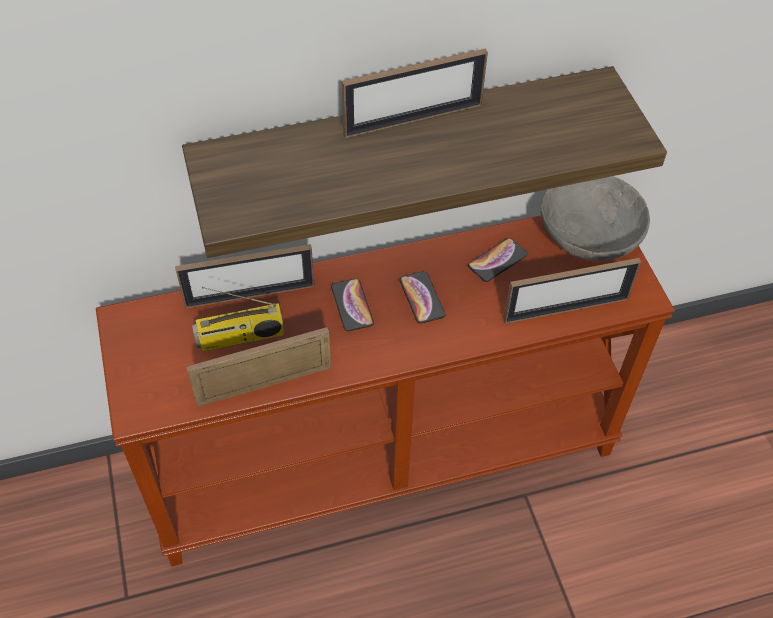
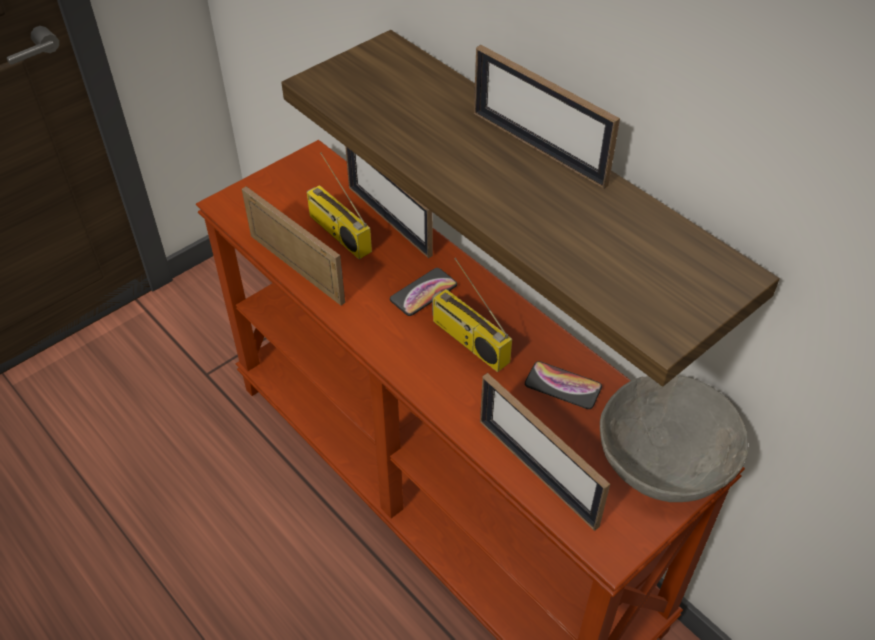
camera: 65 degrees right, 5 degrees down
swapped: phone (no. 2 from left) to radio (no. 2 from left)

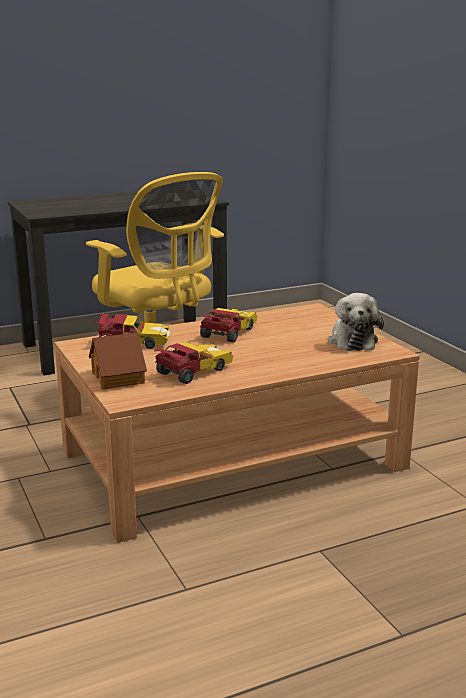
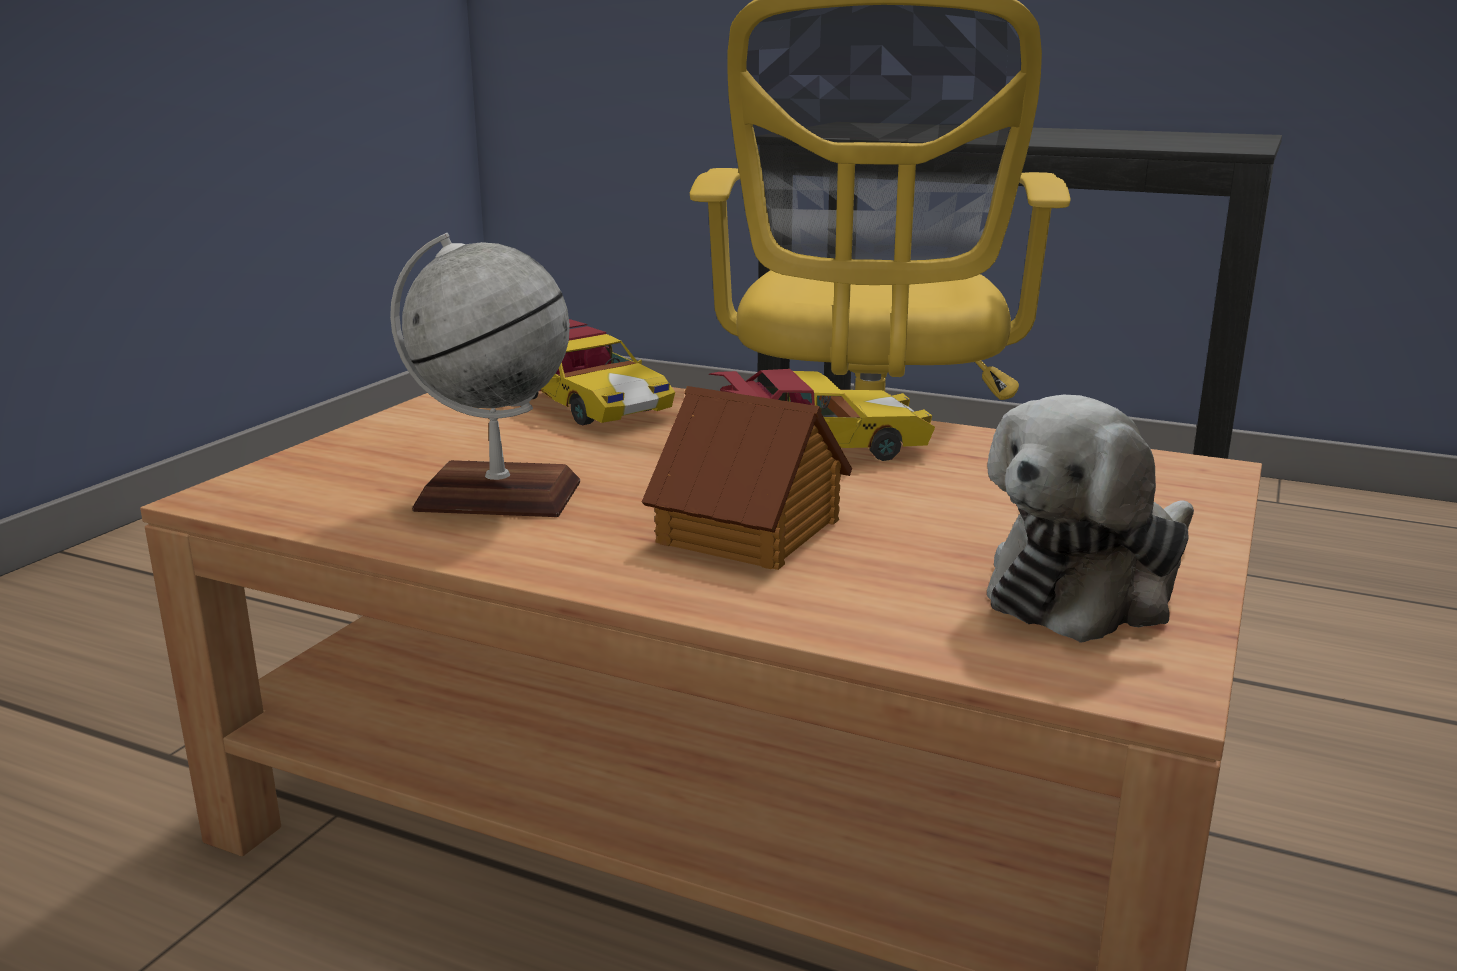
camera: 50 degrees right, 0 degrees up
shifted: toy house
swapped: miniature car (no. 2 from left) to world globe

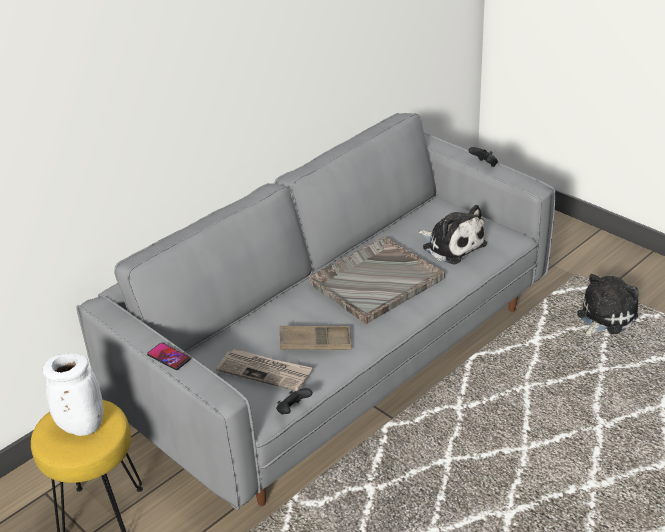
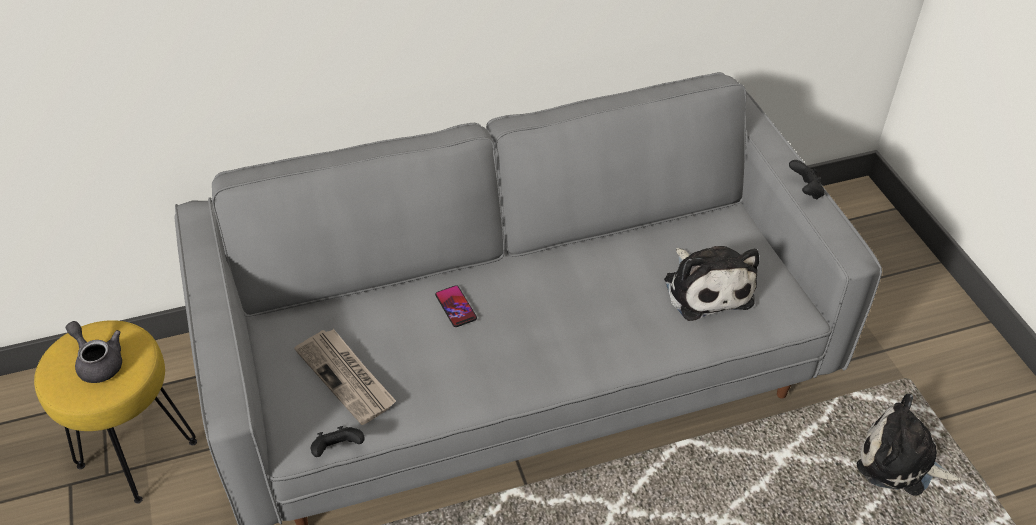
camera: 25 degrees right, 10 degrees up
gone: brown tray; greyish tray
shifted: phone
swapped: white vase to greyish teapot
rotated: plush toy (no. 2 from left) 135 degrees counterclockwise

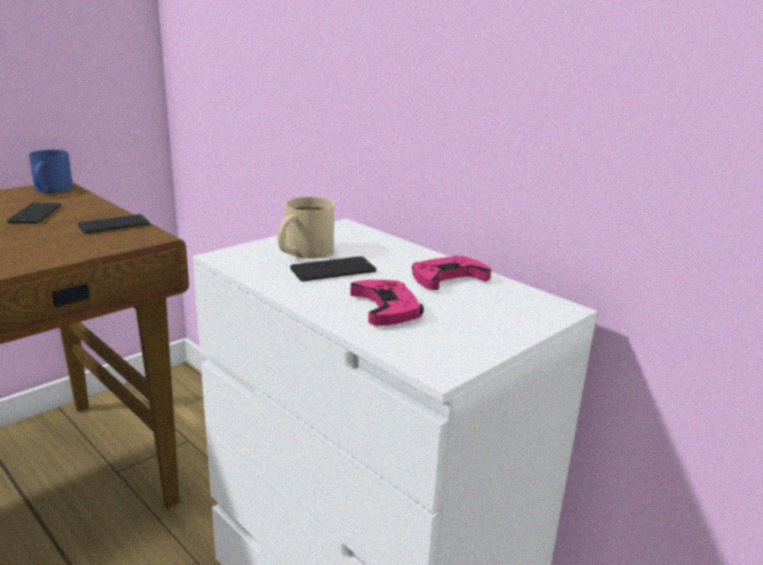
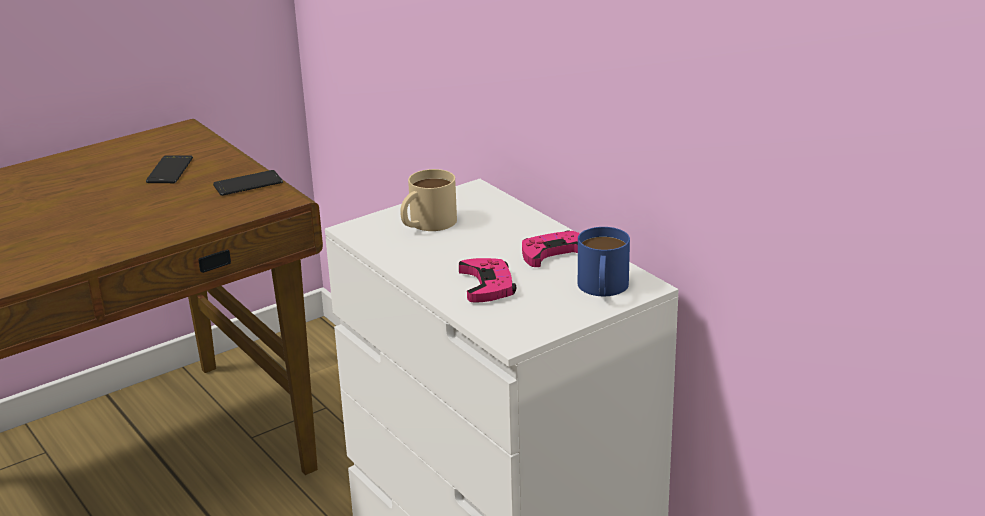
camera: 10 degrees right, 5 degrees up
gone: phone (no. 3 from left)
shifted: bluish tea mug

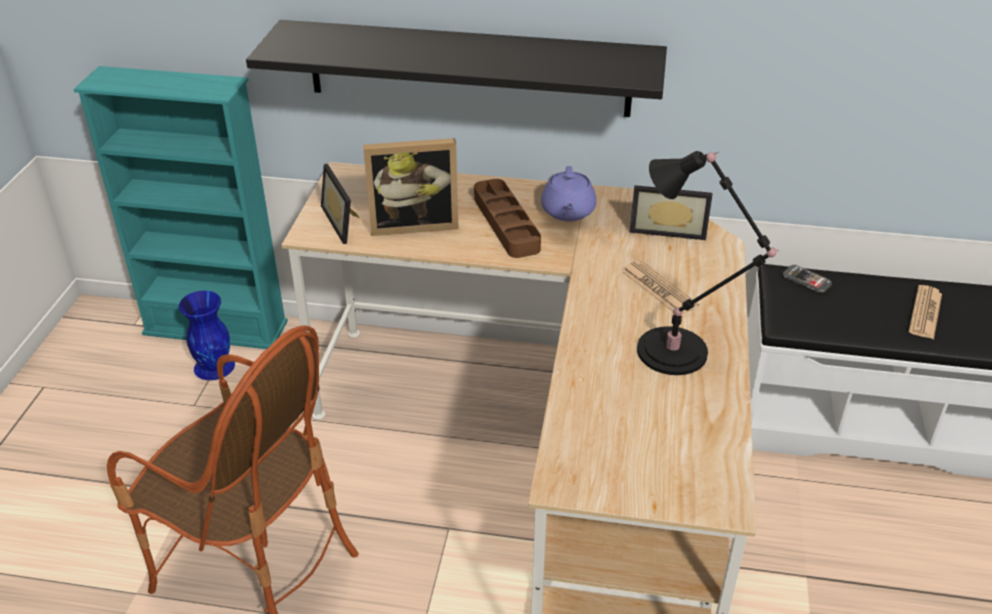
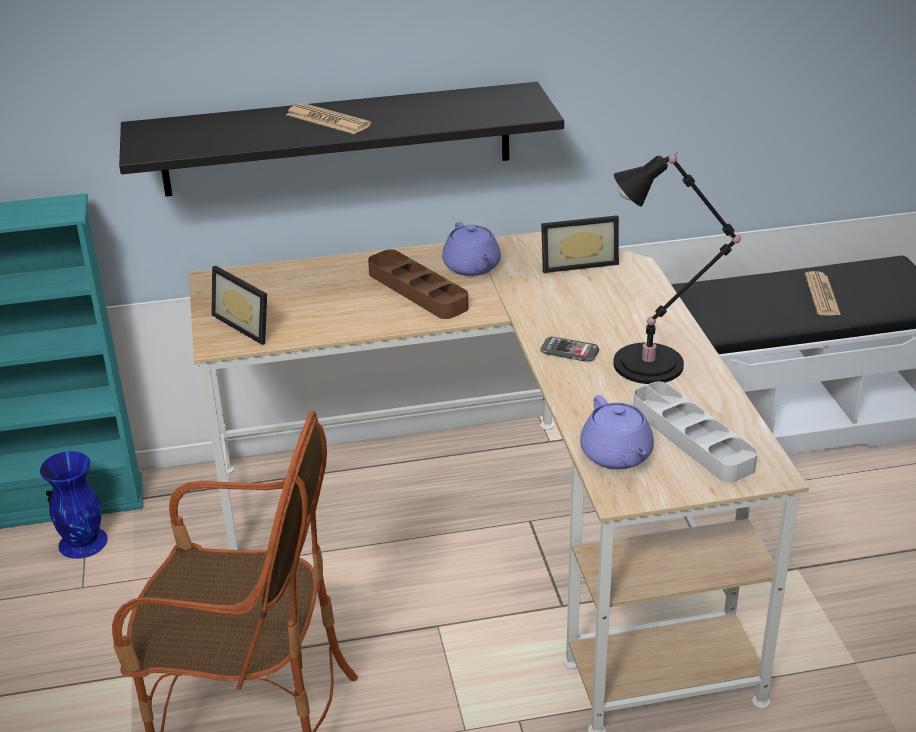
camera: 20 degrees left, 5 degrees down
gone: picture frame (no. 2 from left)
new: purplish teapot (no. 2 from left); greyish tray
shifted: printed paper (no. 1 from left); phone

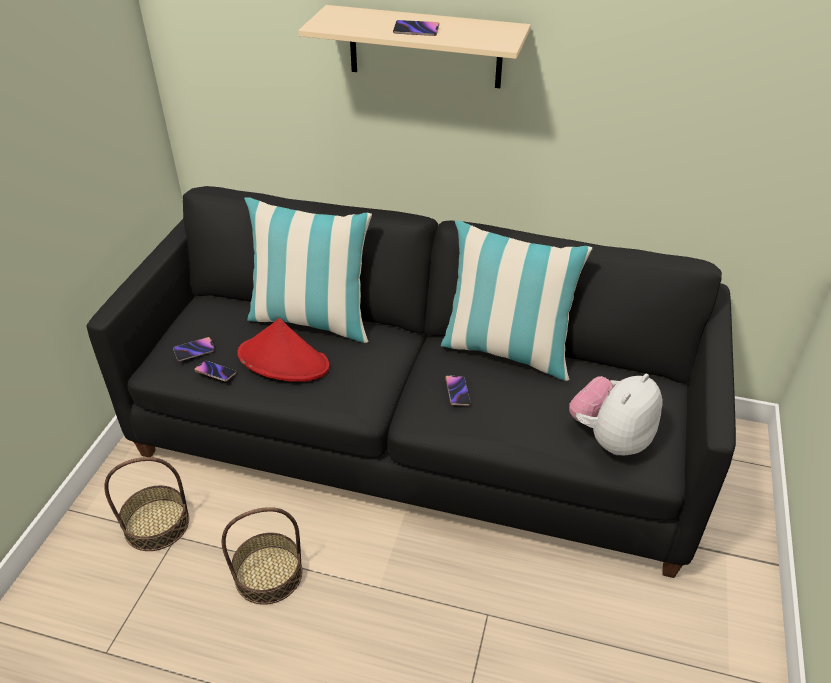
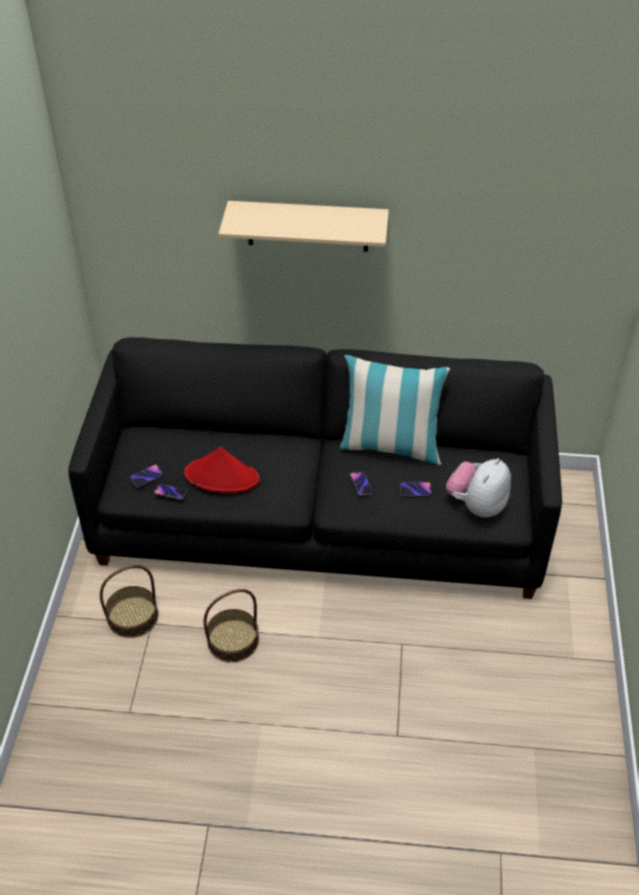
camera: 10 degrees left, 5 degrees up
gone: pillow (no. 1 from left)
shifted: phone (no. 3 from left in the first image) to phone (no. 4 from left)

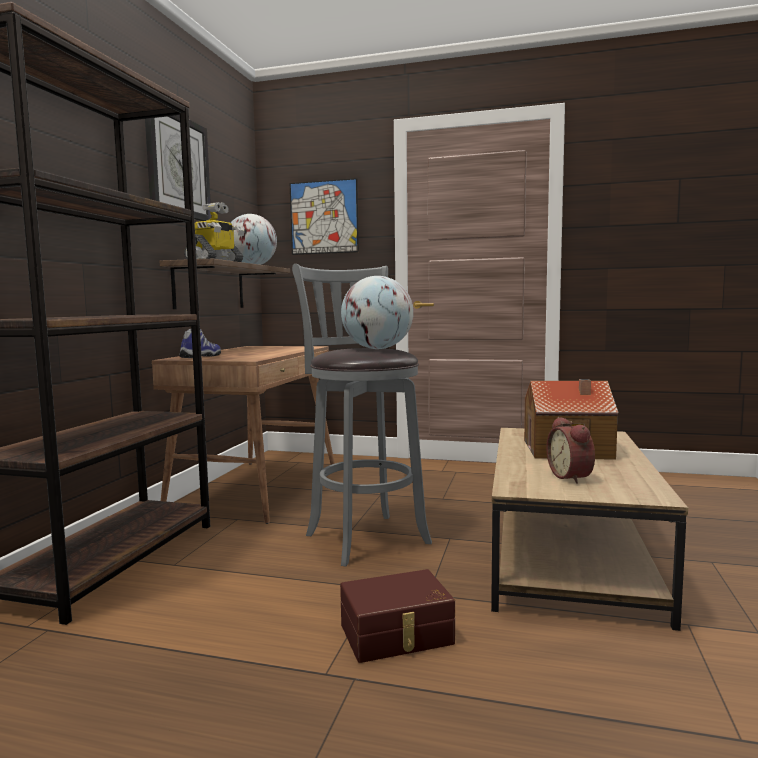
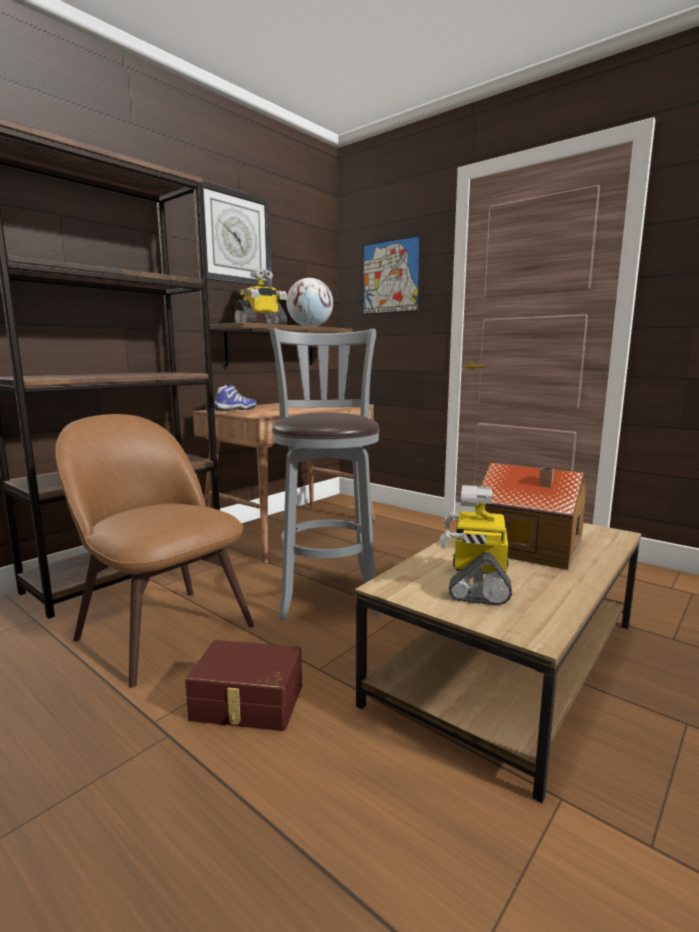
camera: 25 degrees right, 5 degrees up
gone: world globe (no. 2 from left)
new: brown chair
swapped: table clock to model robot (no. 2 from left)

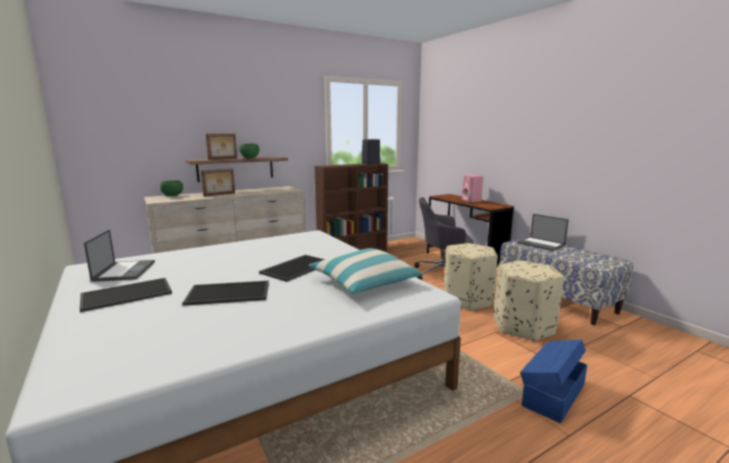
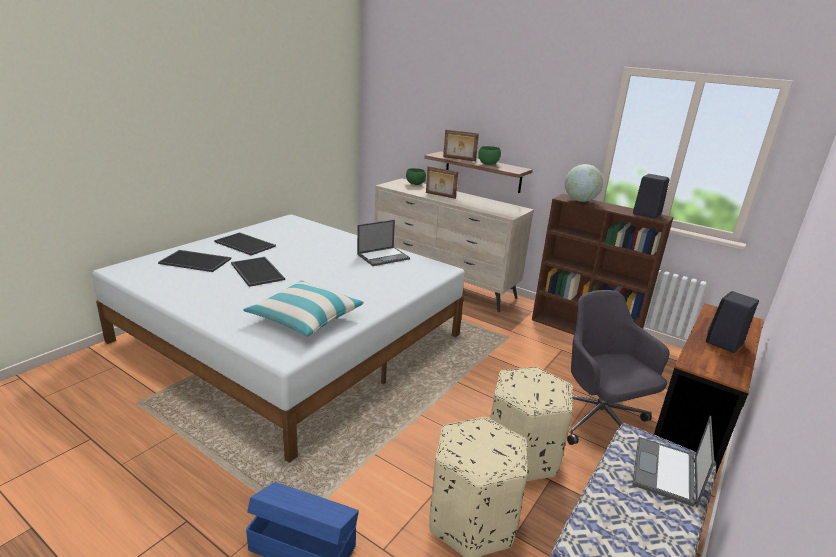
camera: 65 degrees right, 10 degrees up
new: world globe
shifted: tray (no. 3 from left in the first image) to tray (no. 1 from left); laptop (no. 1 from left)
repainted: pinkish audio speaker to black audio speaker (no. 2 from left)

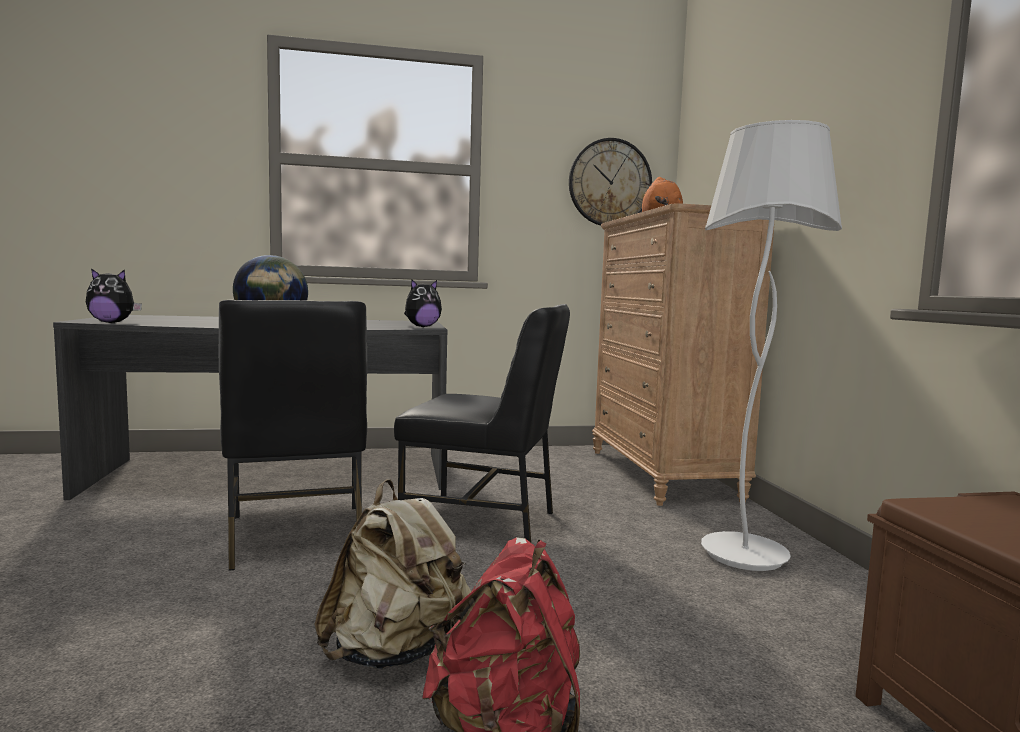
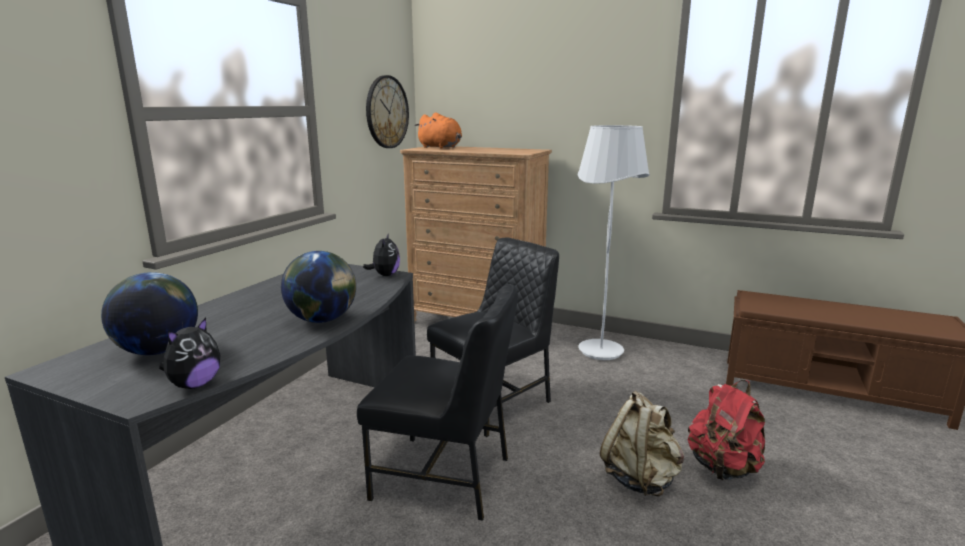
camera: 55 degrees left, 10 degrees up
new: world globe (no. 1 from left)

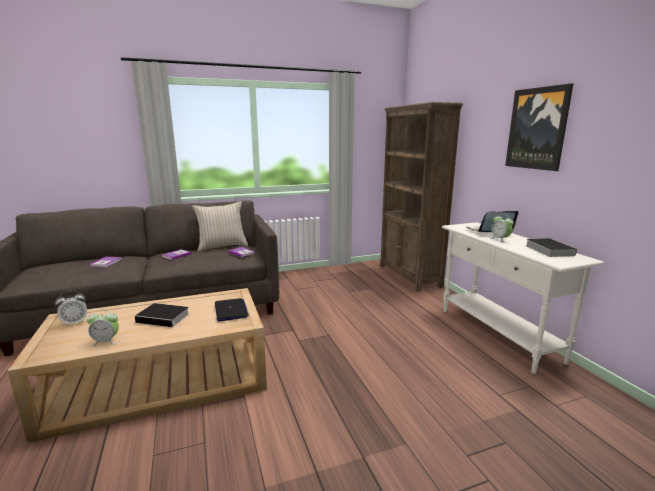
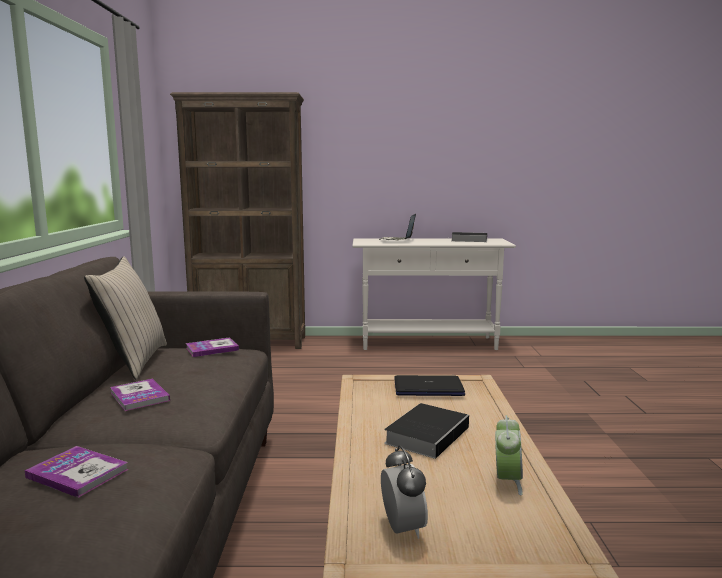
camera: 70 degrees left, 5 degrees down
gone: table clock (no. 3 from left); picture

